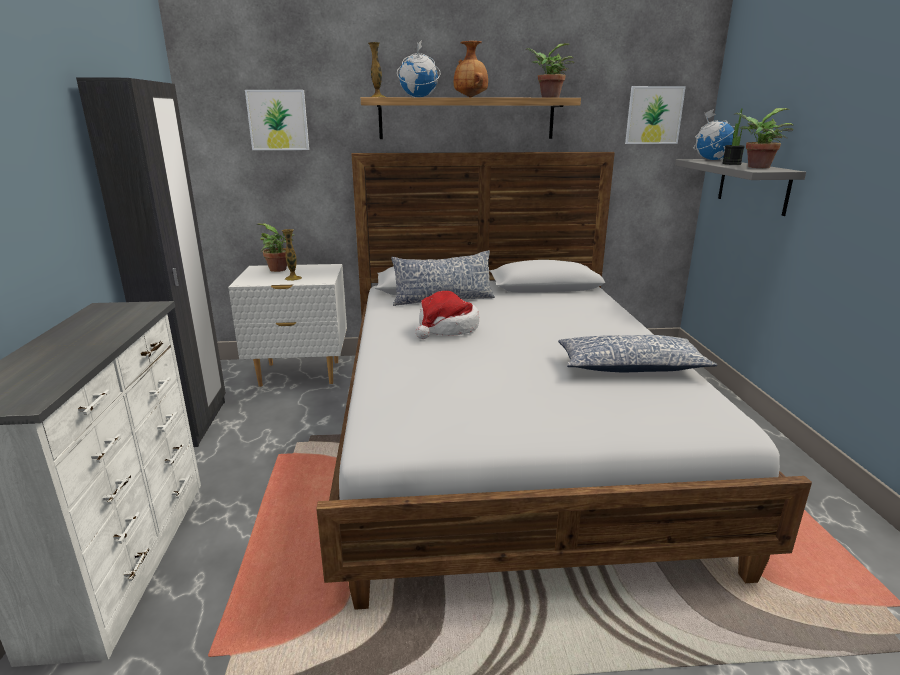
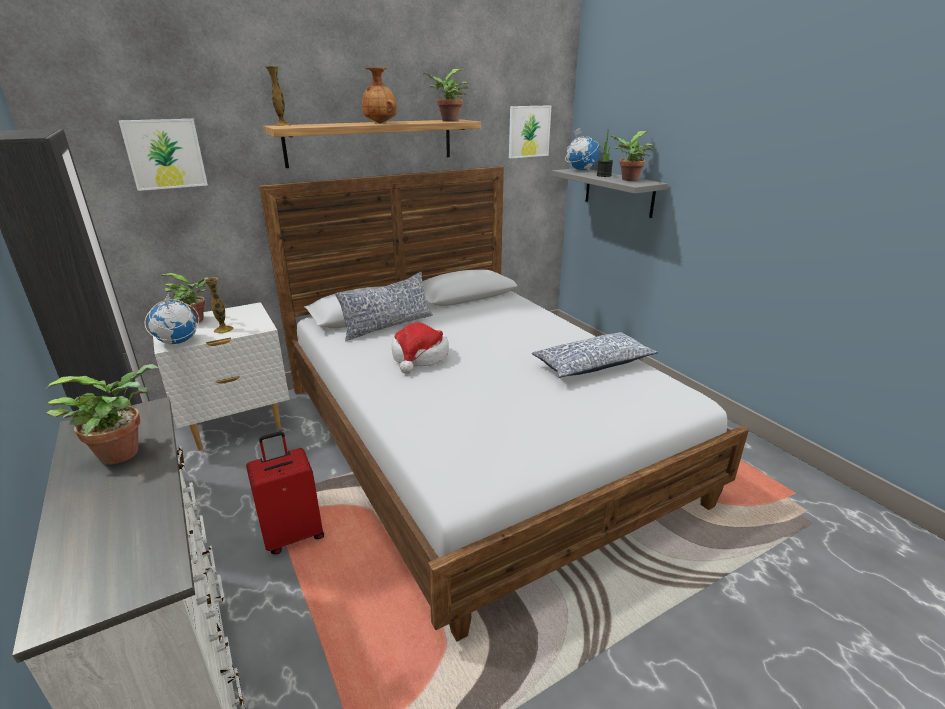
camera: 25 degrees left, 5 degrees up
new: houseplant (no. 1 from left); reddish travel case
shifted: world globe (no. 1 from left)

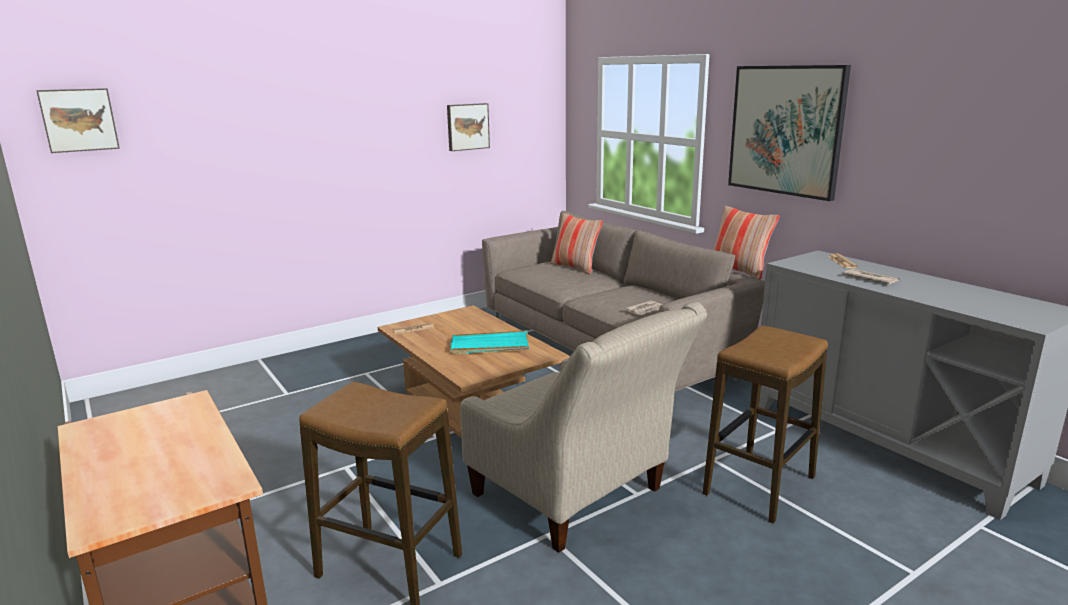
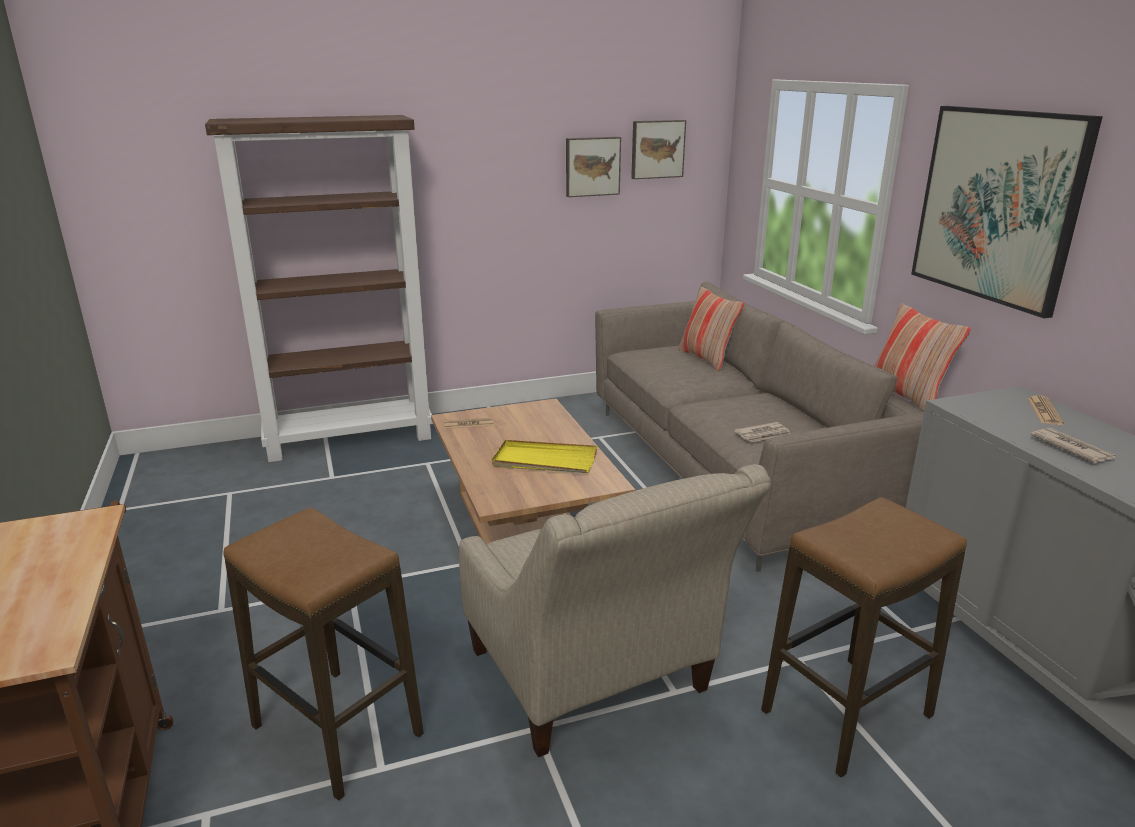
camera: 15 degrees right, 5 degrees up
new: brown bookshelf
shifted: picture (no. 1 from left in the first image) to picture (no. 2 from left)
repainted: turquoise tray to yellow-coloured tray

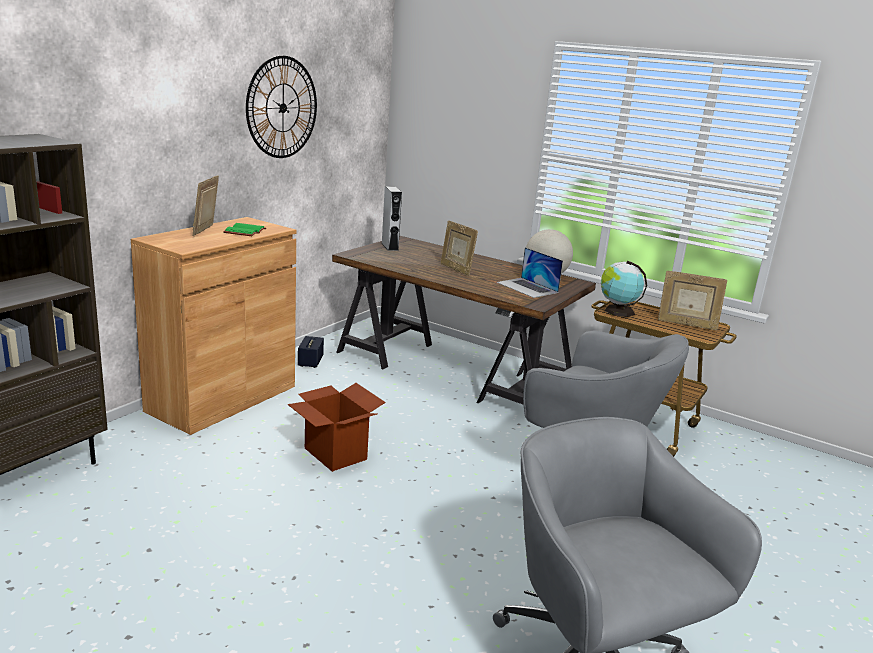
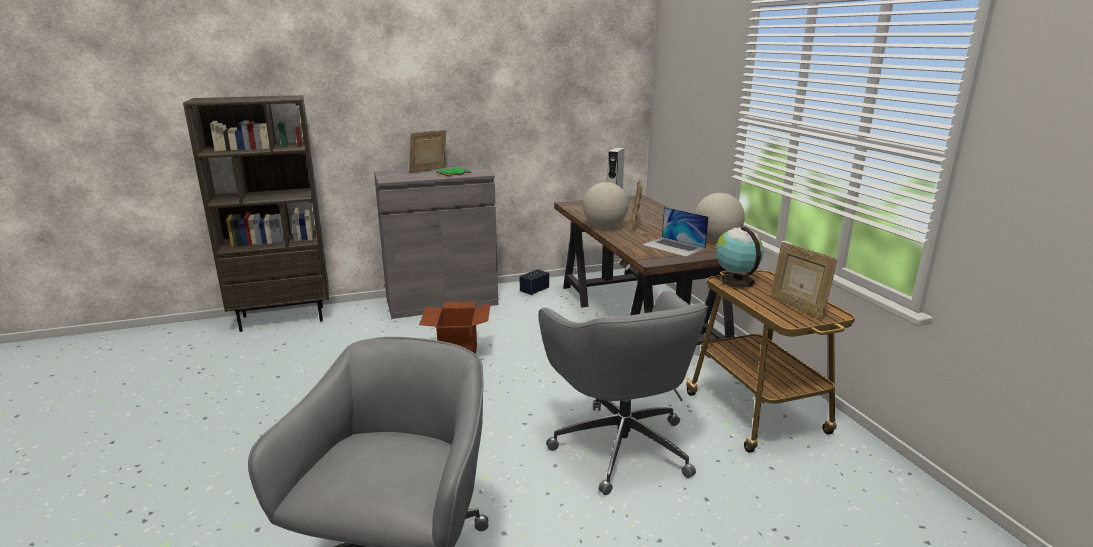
camera: 40 degrees right, 0 degrees up
gone: wall clock
new: world globe (no. 1 from left)
repainted: brown storage cabinet to greyish storage cabinet
rotated: laptop 45 degrees counterclockwise

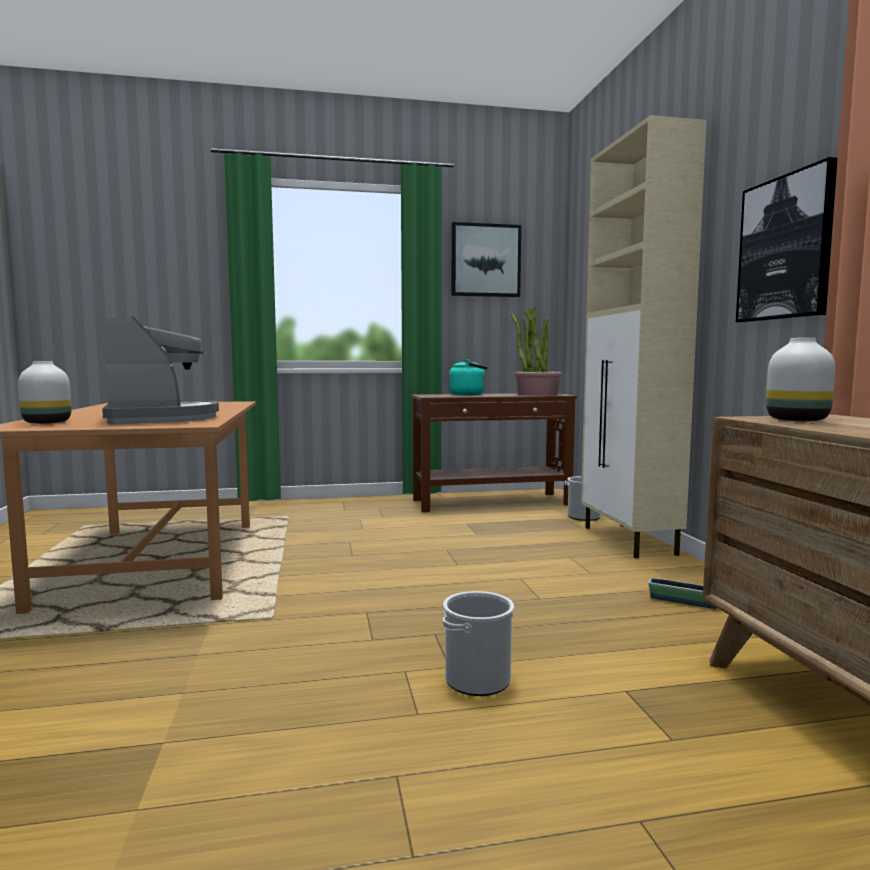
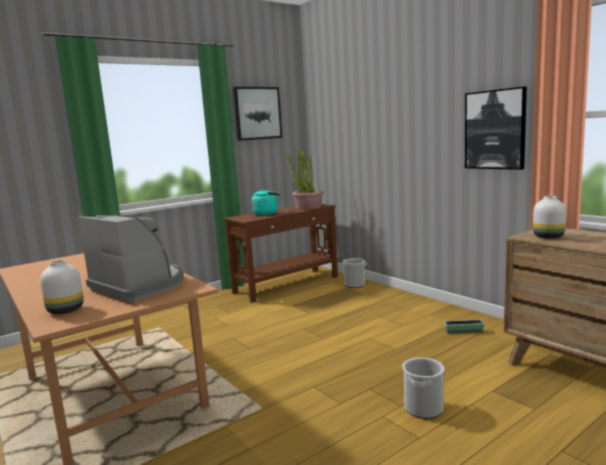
camera: 25 degrees left, 5 degrees up
gone: beige storage cabinet

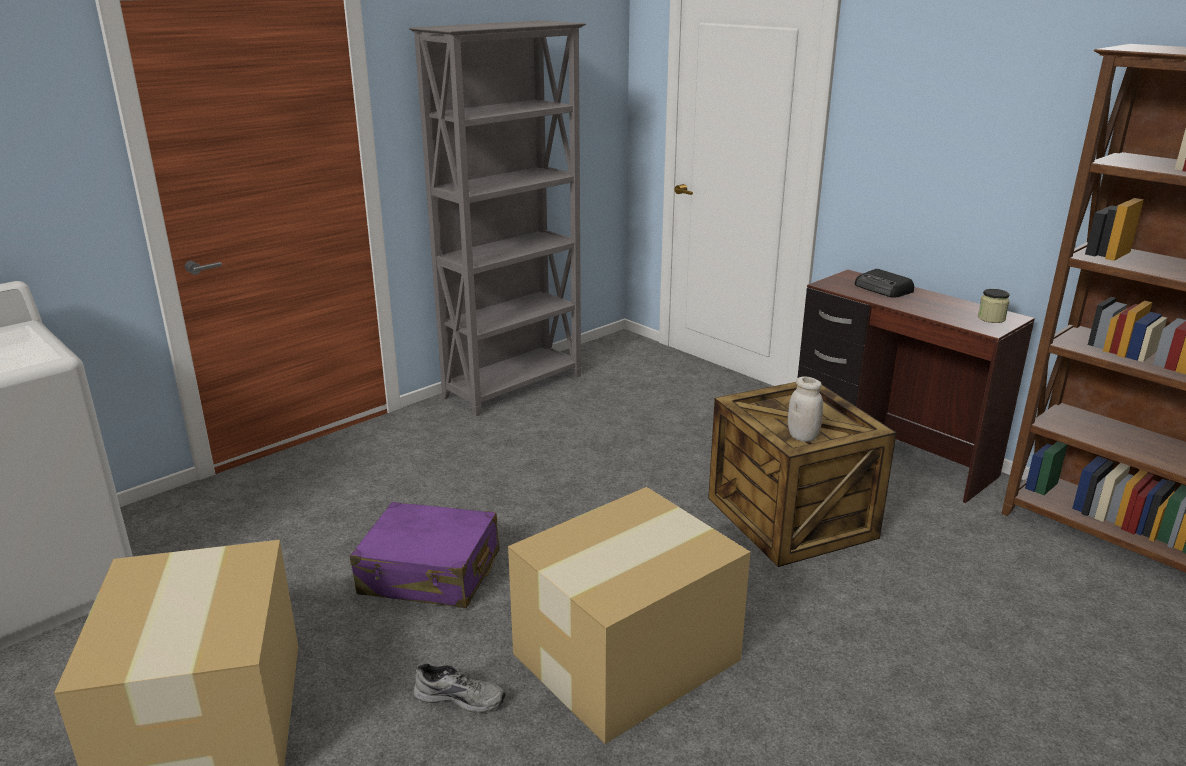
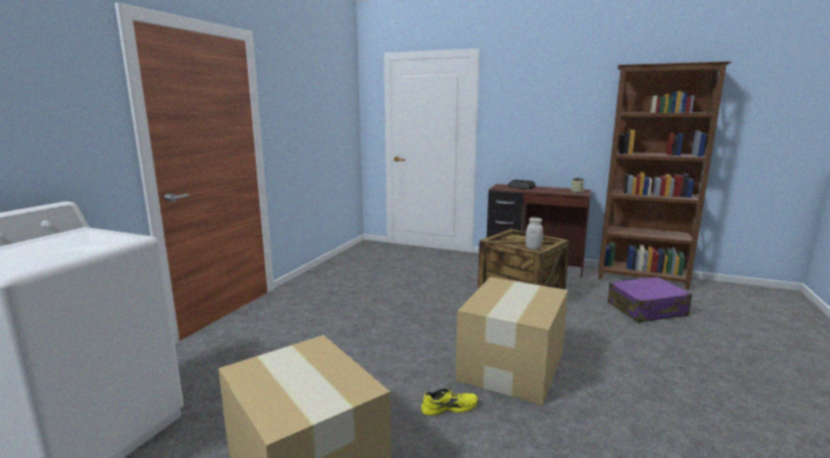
camera: 25 degrees left, 10 degrees down
gone: greyish bookshelf
shifted: purplish travel case
repainted: greyish low shoe to yellow-coloured low shoe

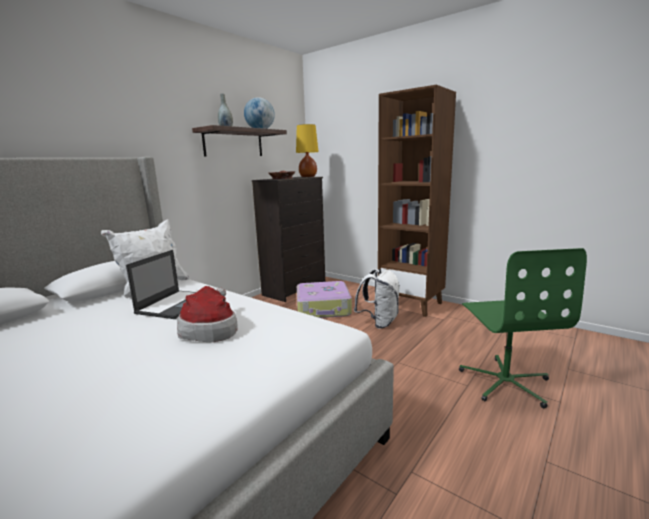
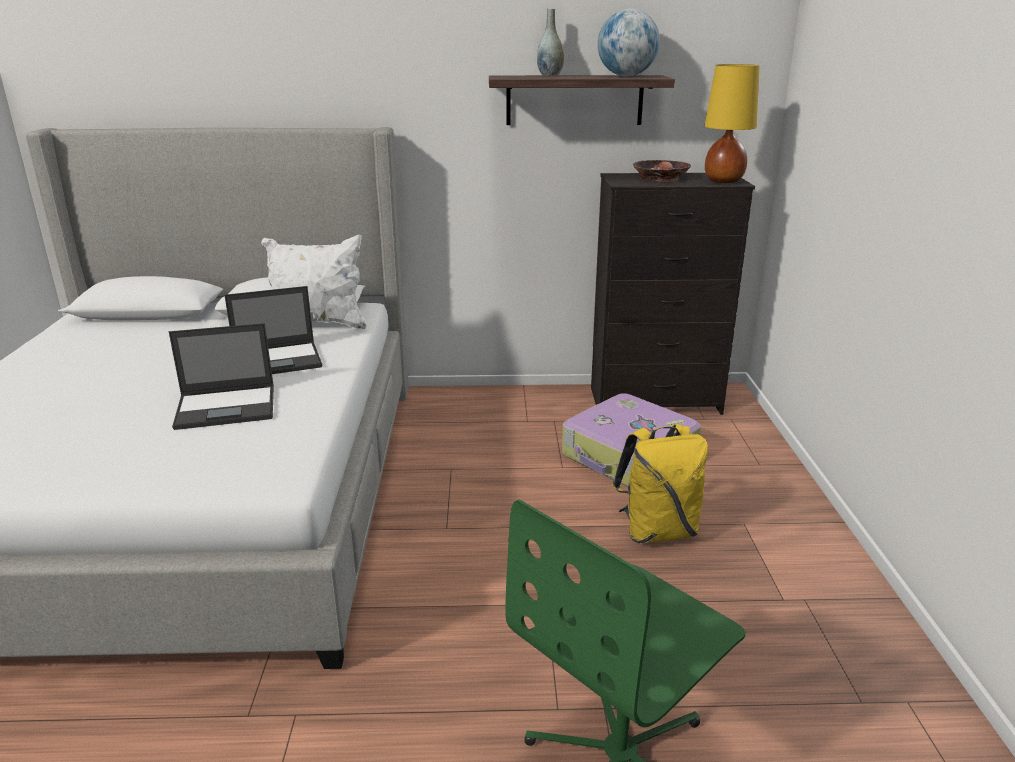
camera: 50 degrees right, 10 degrees up
gone: brown bookshelf
swapped: wearable hat to laptop (no. 1 from left)
repainted: white backpack to yellow-coloured backpack

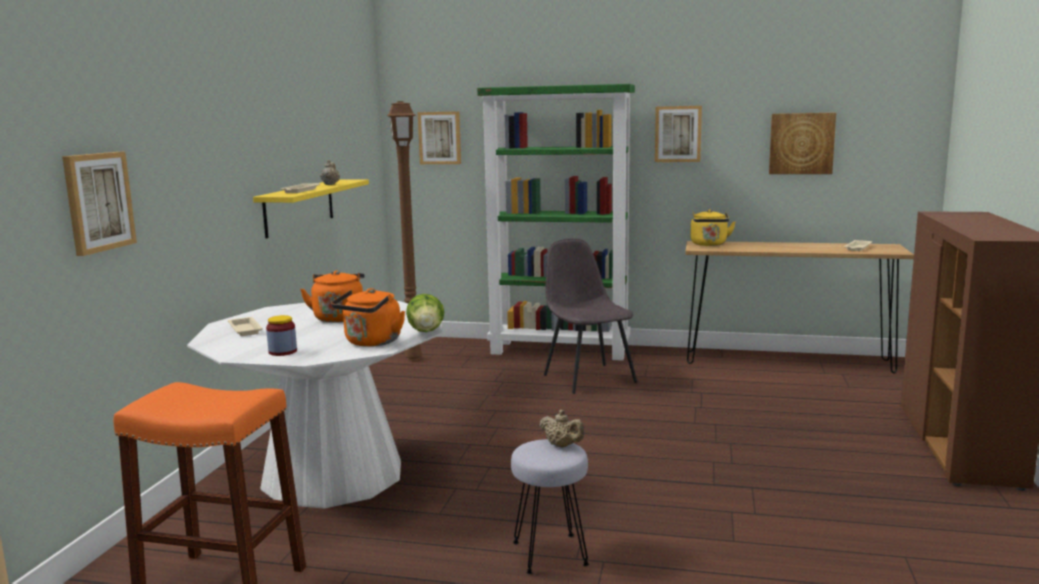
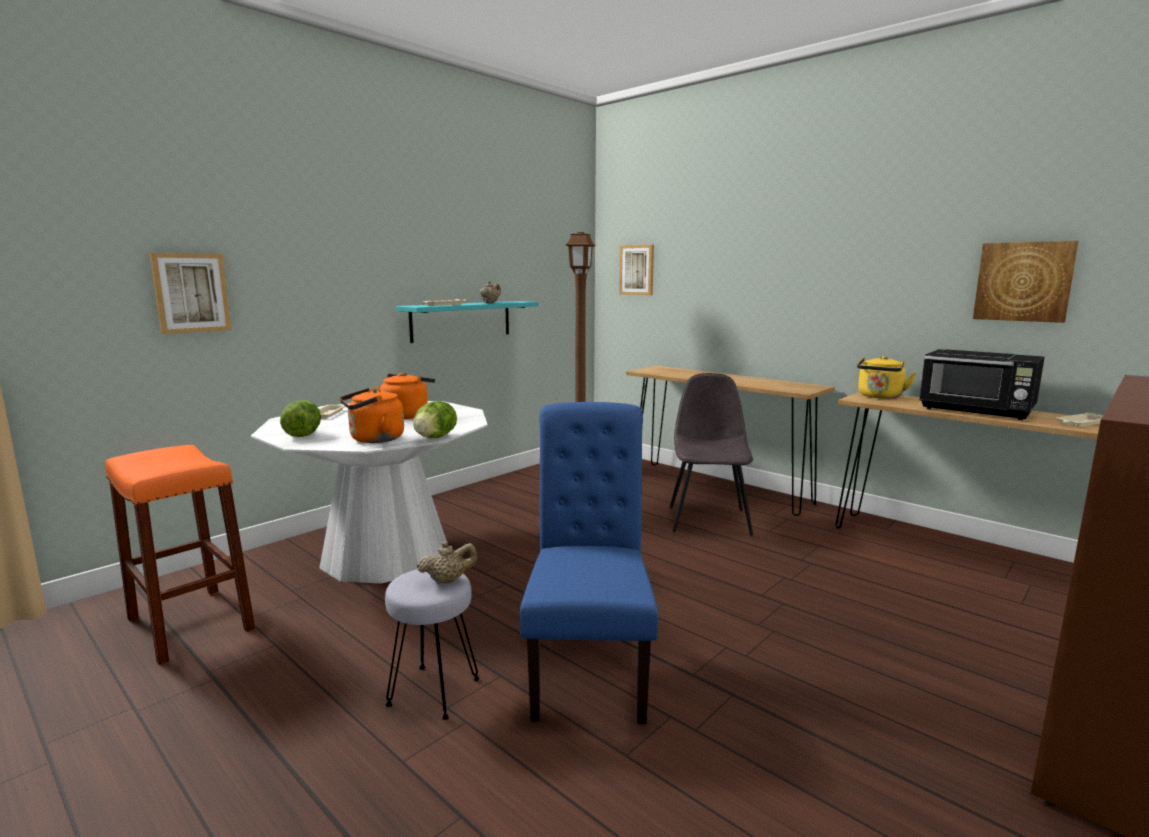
camera: 30 degrees right, 0 degrees up
gone: picture (no. 3 from left)
new: bluish chair; black kitchen microwave
swapped: storage jar to lettuce (no. 1 from left); green-coloured bookshelf to brown hall table (no. 1 from left)
repainted: yellow-coloured shelf to turquoise shelf
rotated: beige teapot (no. 2 from left in the first image) 90 degrees counterclockwise

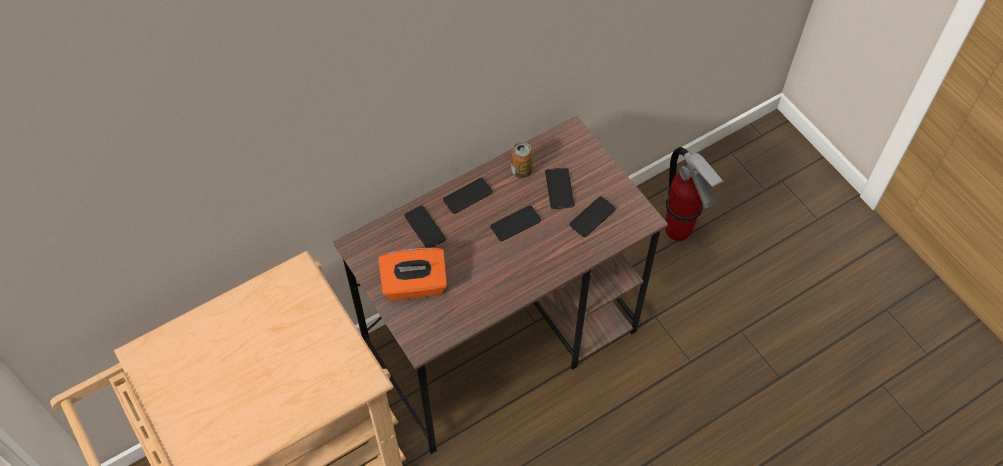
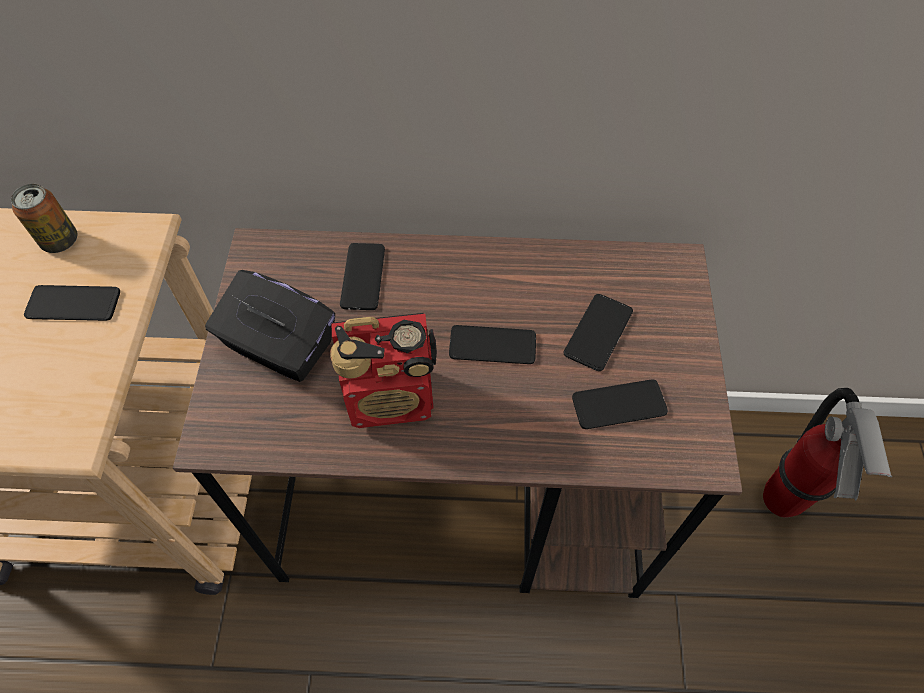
camera: 35 degrees right, 0 degrees up
new: radio
shifted: sealed can; phone (no. 2 from left in the first image) to phone (no. 1 from left)
repainted: orangey tissue box to black tissue box

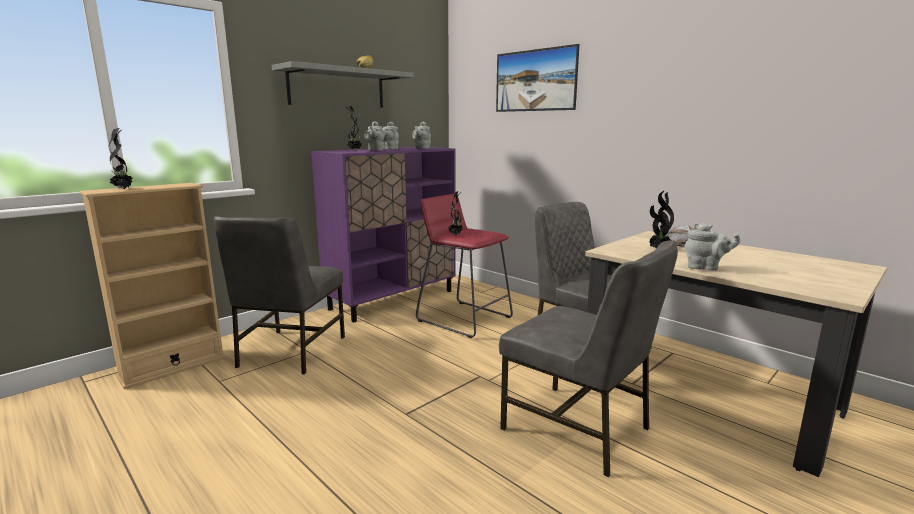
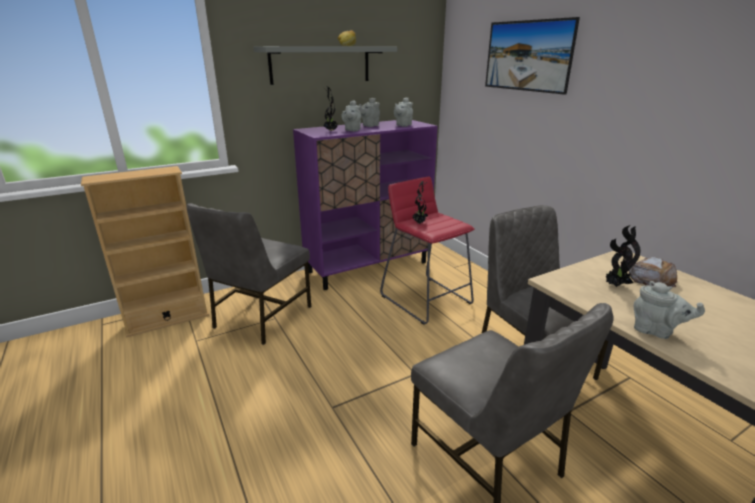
camera: 15 degrees right, 10 degrees up
gone: houseplant (no. 1 from left)

